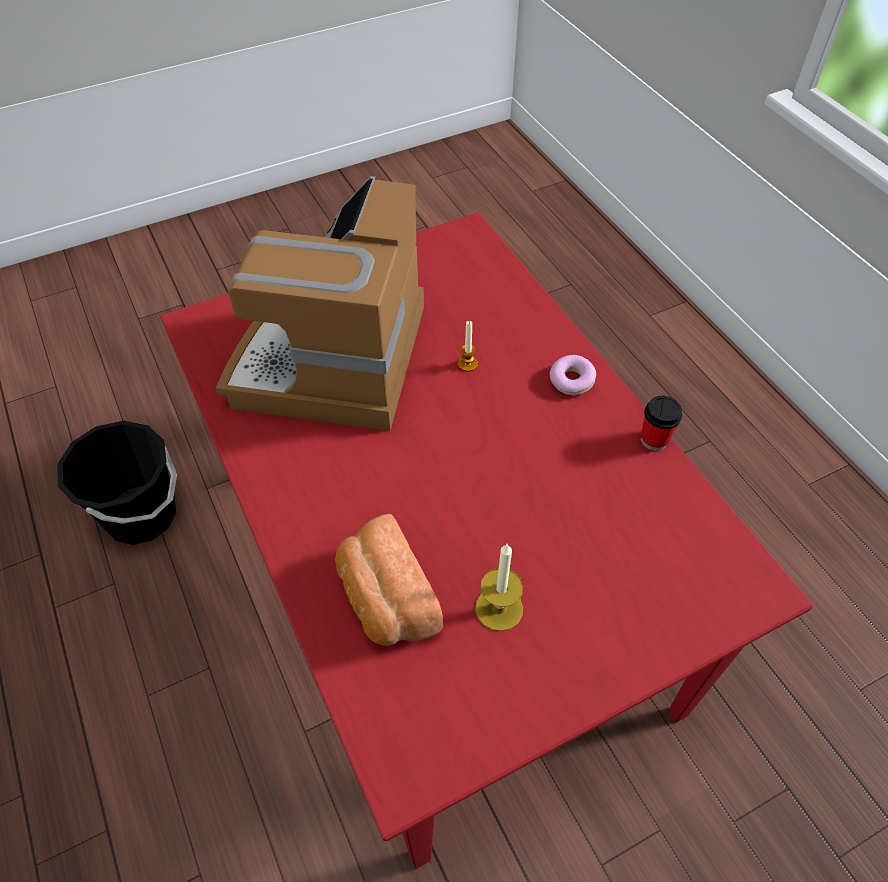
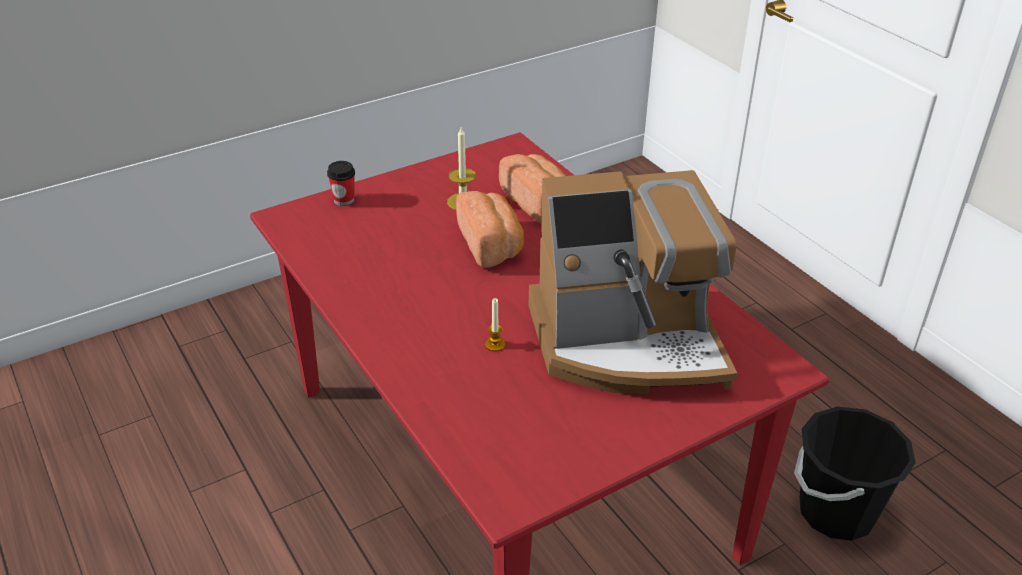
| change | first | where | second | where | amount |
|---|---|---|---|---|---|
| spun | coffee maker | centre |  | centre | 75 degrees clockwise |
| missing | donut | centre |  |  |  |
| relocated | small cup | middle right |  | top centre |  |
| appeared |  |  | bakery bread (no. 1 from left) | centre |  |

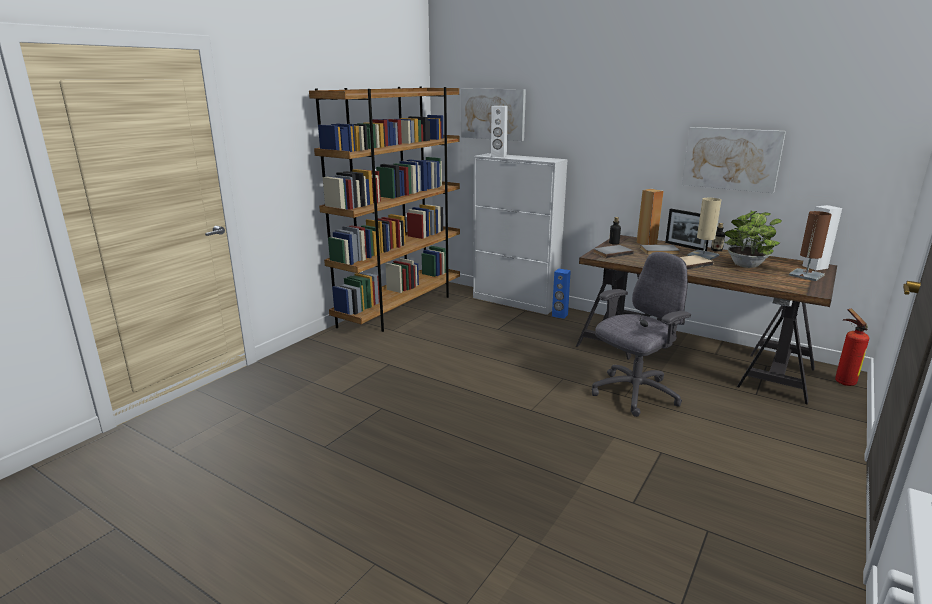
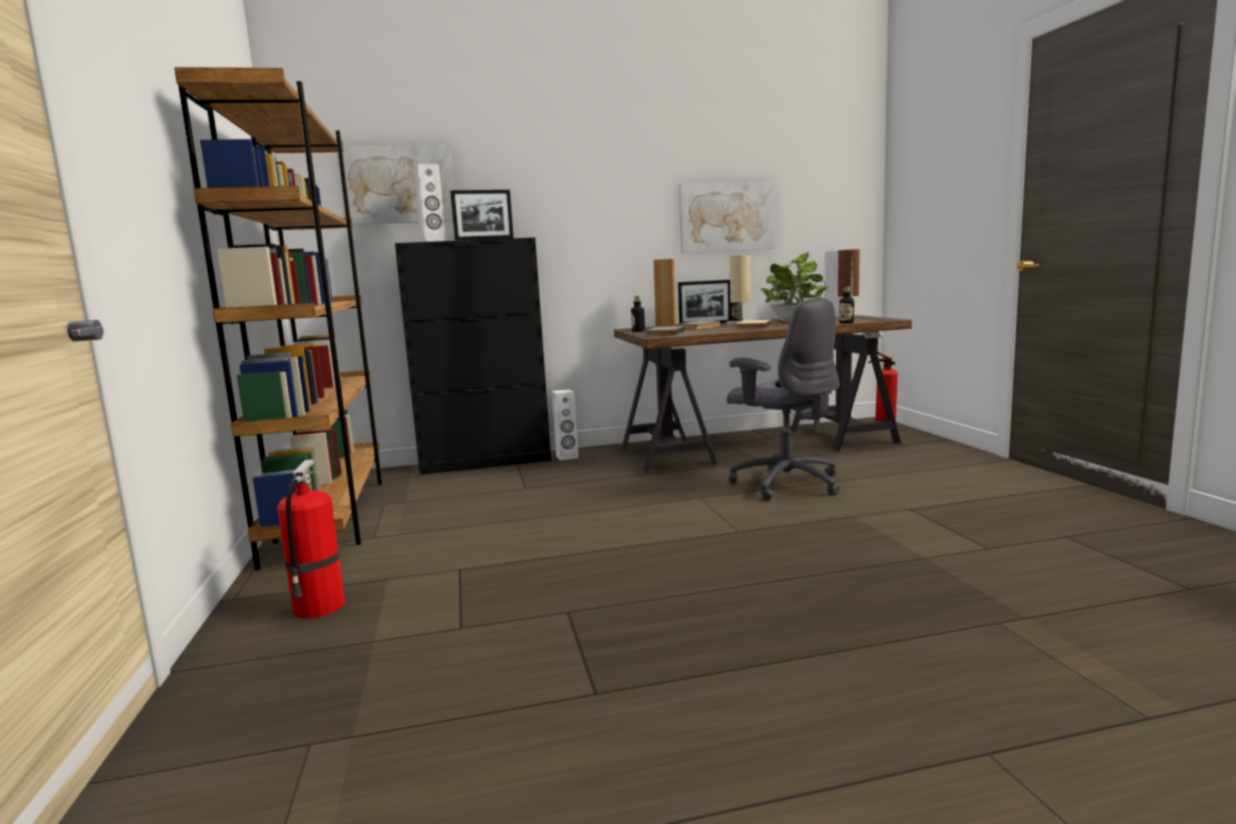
| change | first | where | second | where | amount |
|---|---|---|---|---|---|
| colour | storage cabinet in whitish | centre | storage cabinet in blackish | centre |  |
| spun | computer chair in greyish | middle right |  | centre | 135 degrees clockwise |
| colour | speaker in blue | centre | speaker in whitish (no. 2 from left) | centre |  |
| appeared |  |  | standing frame (no. 1 from left) | top centre |  |
| appeared |  |  | bottle (no. 3 from left) | middle right |  |
| appeared |  |  | fire extinguisher (no. 1 from left) | middle left |  |

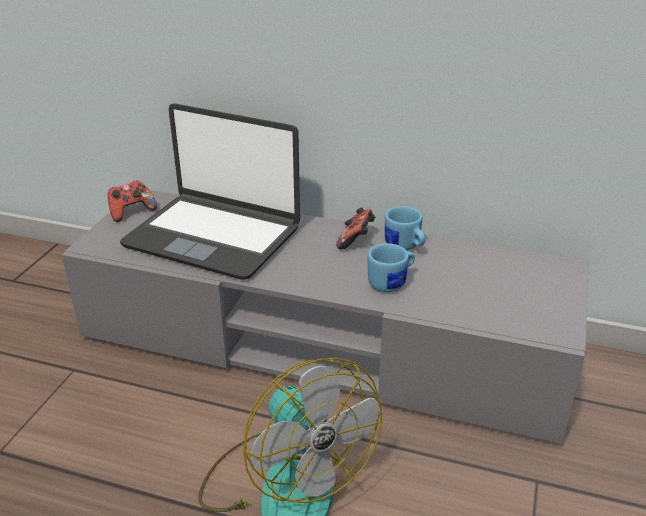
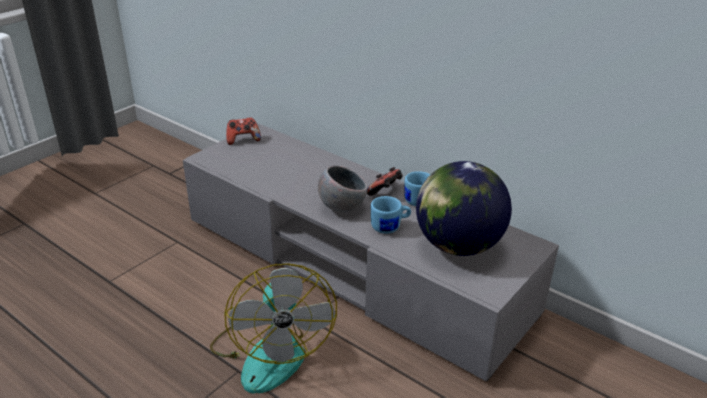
| change | first | where | second | where | amount |
|---|---|---|---|---|---|
| missing | laptop | middle left |  |  |  |
| appeared |  |  | desk globe | centre |  |
| appeared |  |  | serving bowl in greyish | centre |  |

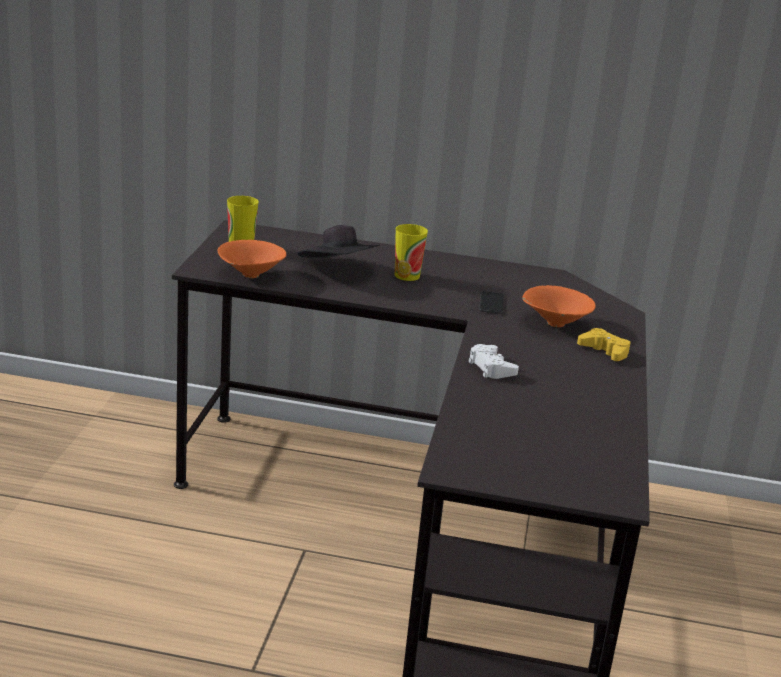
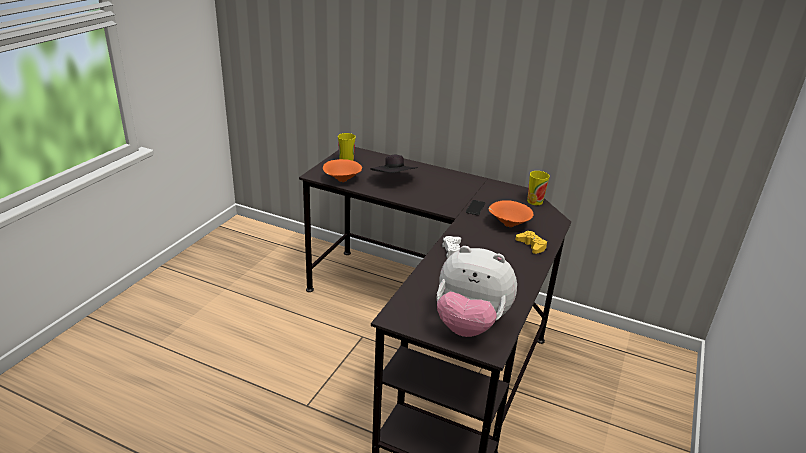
| change | first | where | second | where | amount |
|---|---|---|---|---|---|
| relocated | small cup (no. 2 from left) | centre |  | middle right |  |
| appeared |  |  | soft toy | centre |  |

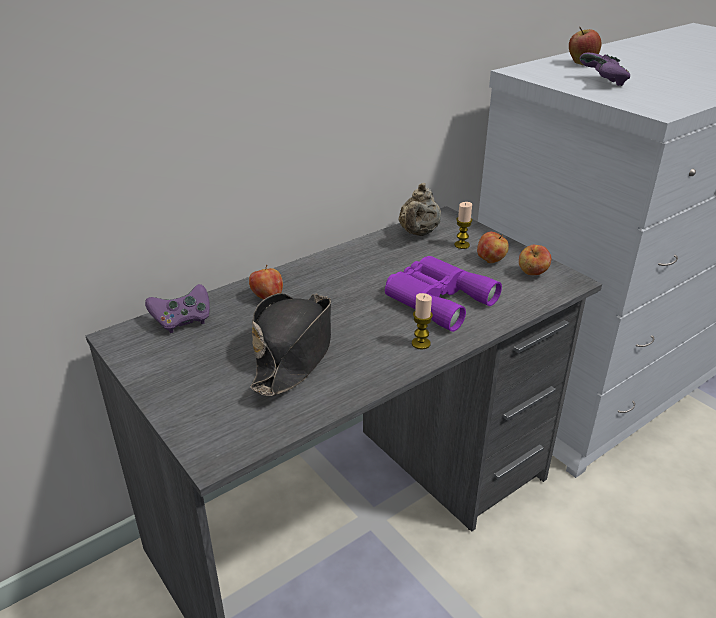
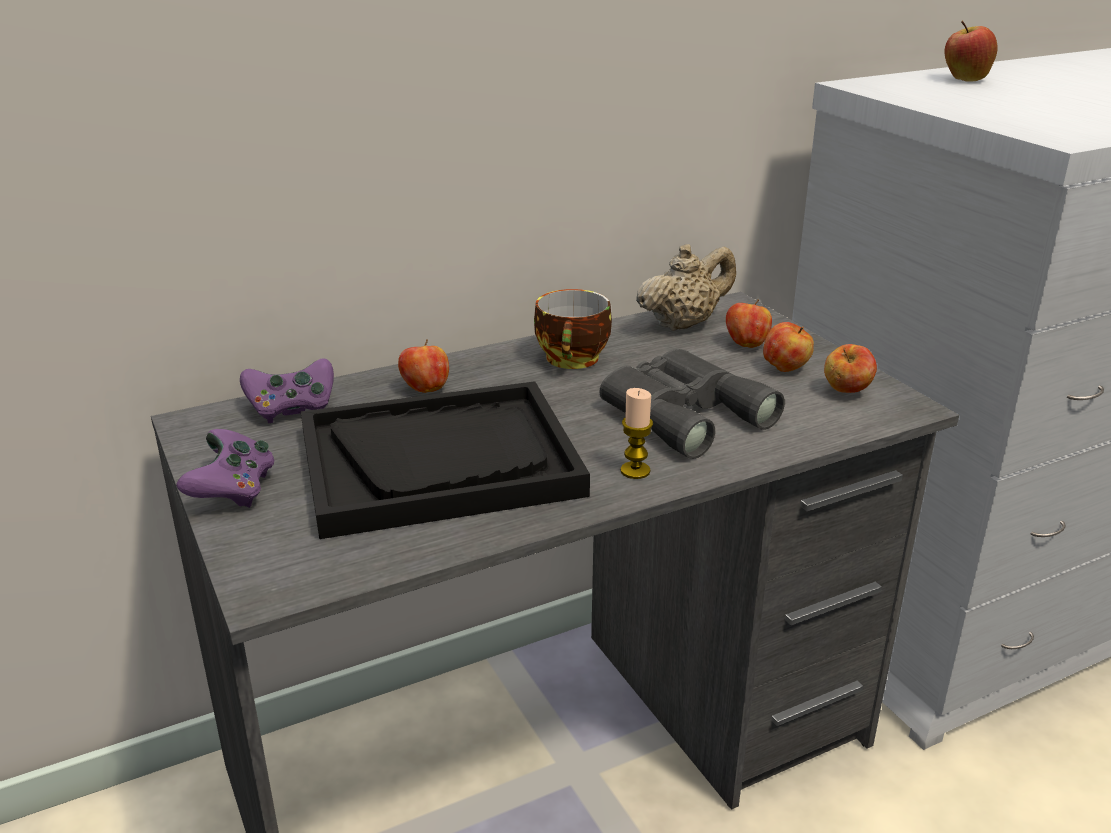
| change | first | where | second | where | amount |
|---|---|---|---|---|---|
| relocated | joypad in purple-coloured (no. 2 from left in the first image) | top right | joypad in purple-coloured (no. 1 from left) | middle left |  |
| spun | pot for tea in sand-coloured | centre |  | centre | 150 degrees counterclockwise |
| exchanged | wax light (no. 2 from left) | centre | whole apple (no. 2 from left) | middle right |  |
| colour | field glasses in purple-coloured | centre | field glasses in greyish | centre |  |
| exchanged | hat in blackish | centre | tray in blackish | centre |  |
| appeared |  |  | small cup | centre |  |

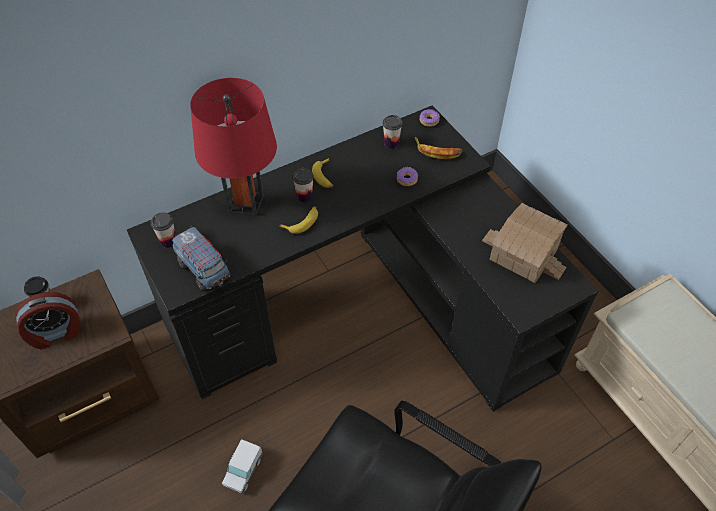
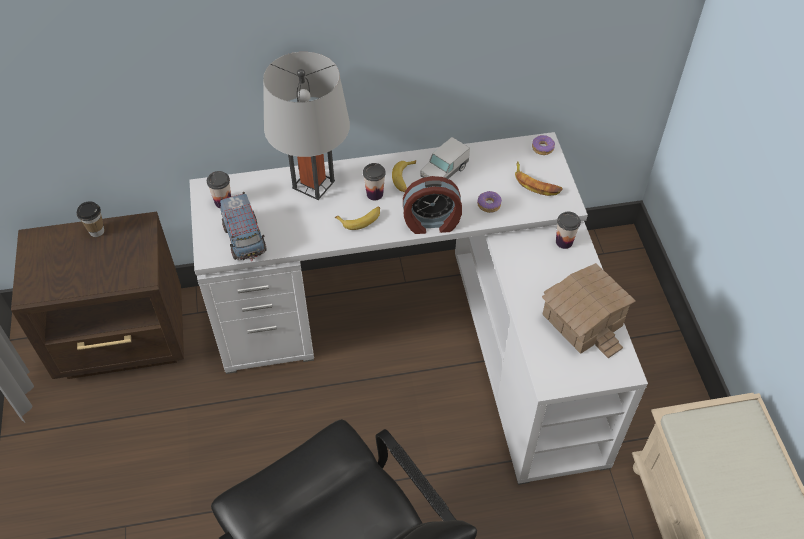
| change | first | where | second | where | amount |
|---|---|---|---|---|---|
| colour | lamp for a table in reddish | top left | lamp for a table in greyish | top centre |  |
| colour | desk table in blackish | centre | desk table in whitish | centre |  |
| relocated | small cup (no. 4 from left) | top centre |  | middle right |  |
| relocated | table clock | middle left |  | centre |  |
| relocated | model truck (no. 2 from left) | bottom centre |  | top centre |  |

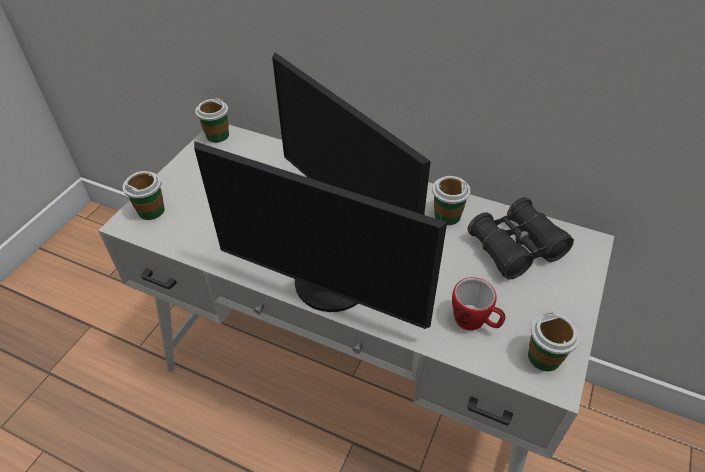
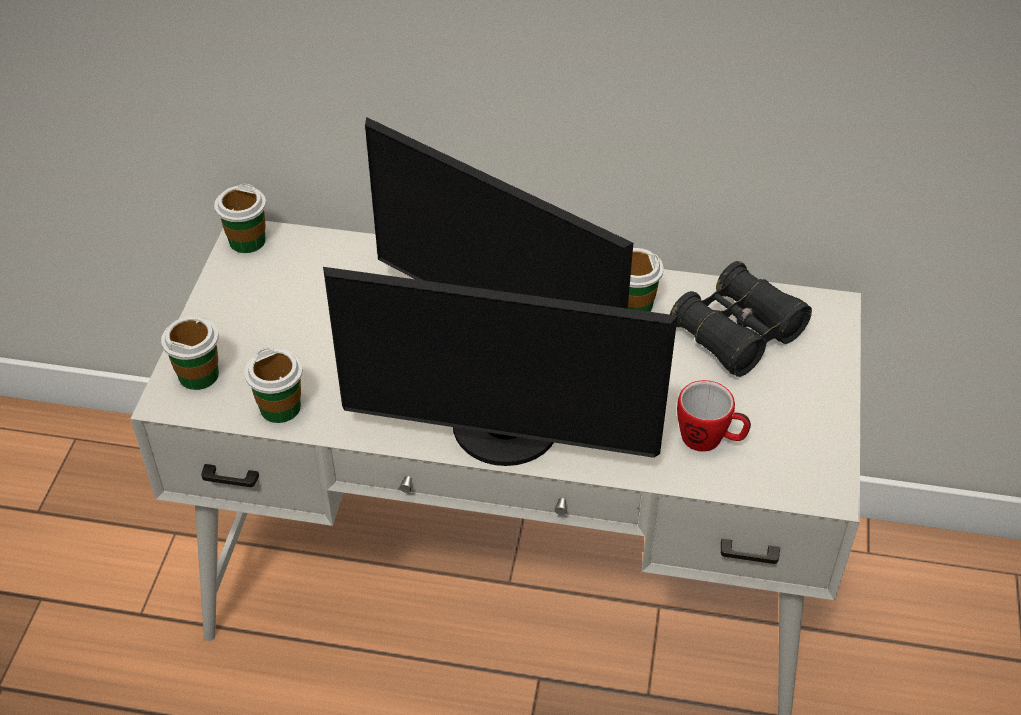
| change | first | where | second | where | amount |
|---|---|---|---|---|---|
| relocated | small cup (no. 4 from left in the first image) | bottom right | small cup (no. 3 from left) | middle left |  |

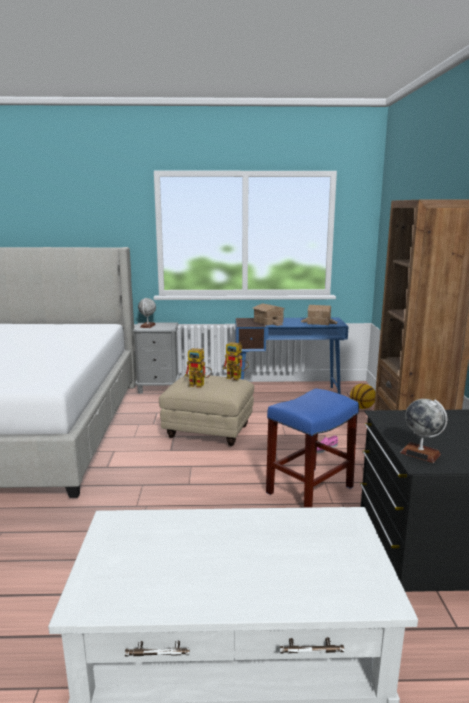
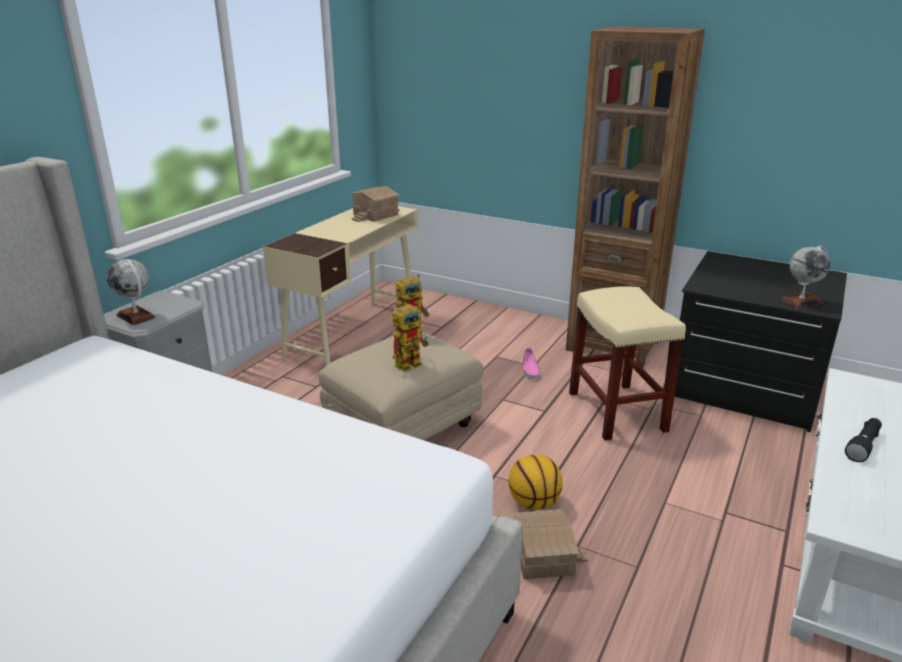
| change | first | where | second | where | amount |
|---|---|---|---|---|---|
| relocated | miniature house (no. 1 from left in the first image) | centre | miniature house (no. 2 from left) | bottom centre |  |
| colour | desk table in blue | centre | desk table in sand-coloured | centre |  |
| relocated | basketball ball | middle right |  | bottom centre |  |
| colour | sitting stool in blue | centre | sitting stool in sand-coloured | middle right |  |
| appeared |  |  | torch in blackish | middle right |  |

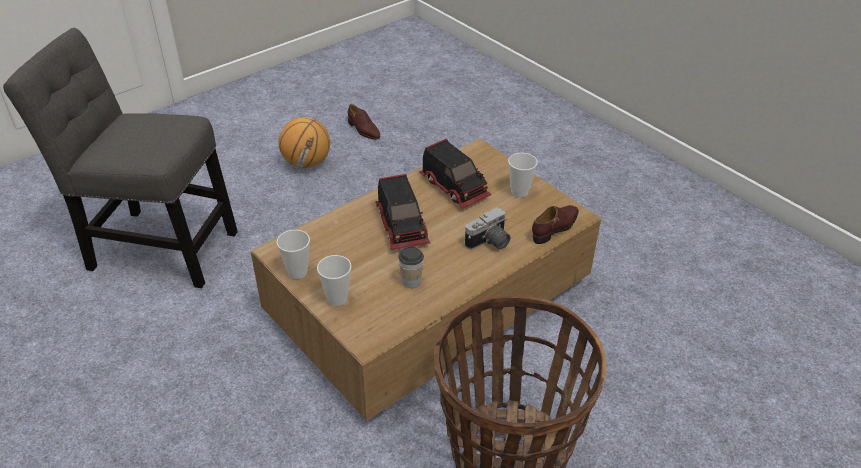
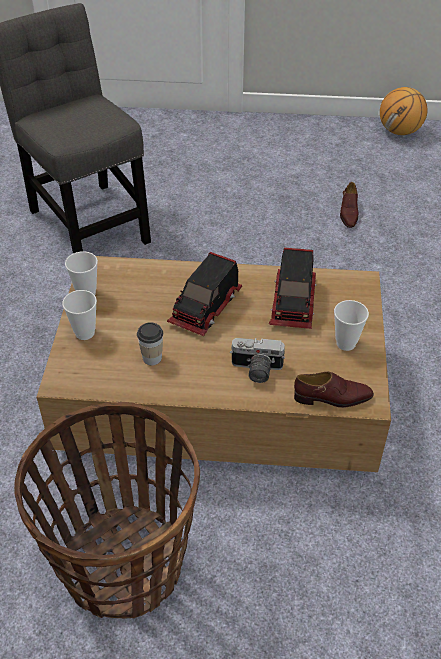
| change | first | where | second | where | amount |
|---|---|---|---|---|---|
| relocated | basketball ball | top centre |  | top right |  |

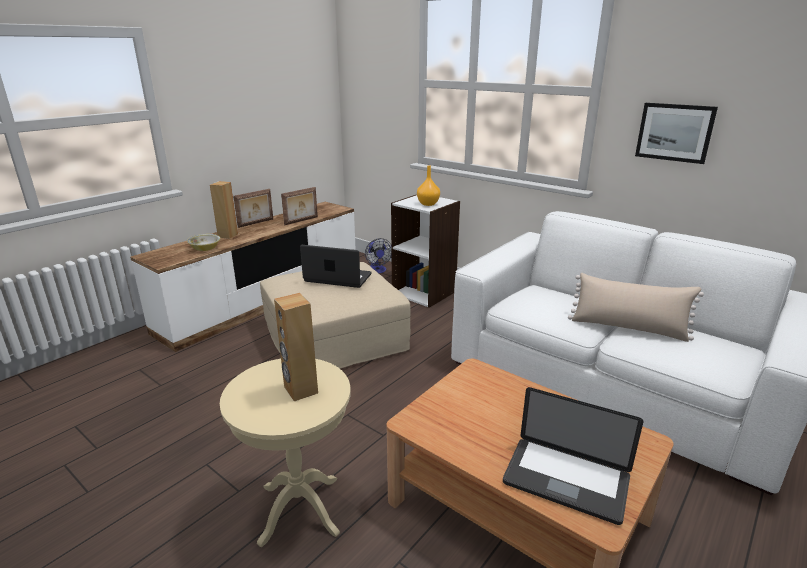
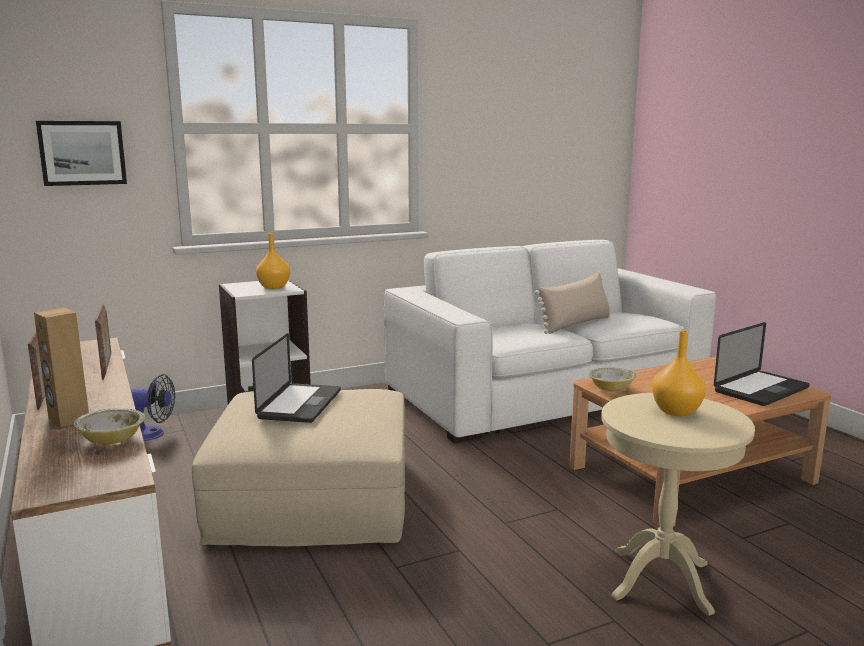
| change | first | where | second | where | amount |
|---|---|---|---|---|---|
| relocated | picture | top right |  | top left |  |
| spun | laptop (no. 1 from left) | centre |  | centre | 150 degrees clockwise |
| exchanged | speaker in brownish (no. 2 from left) | centre | flower vase in orange-coloured (no. 2 from left) | middle right |  |
| appeared |  |  | serving bowl (no. 2 from left) | middle right |  |

